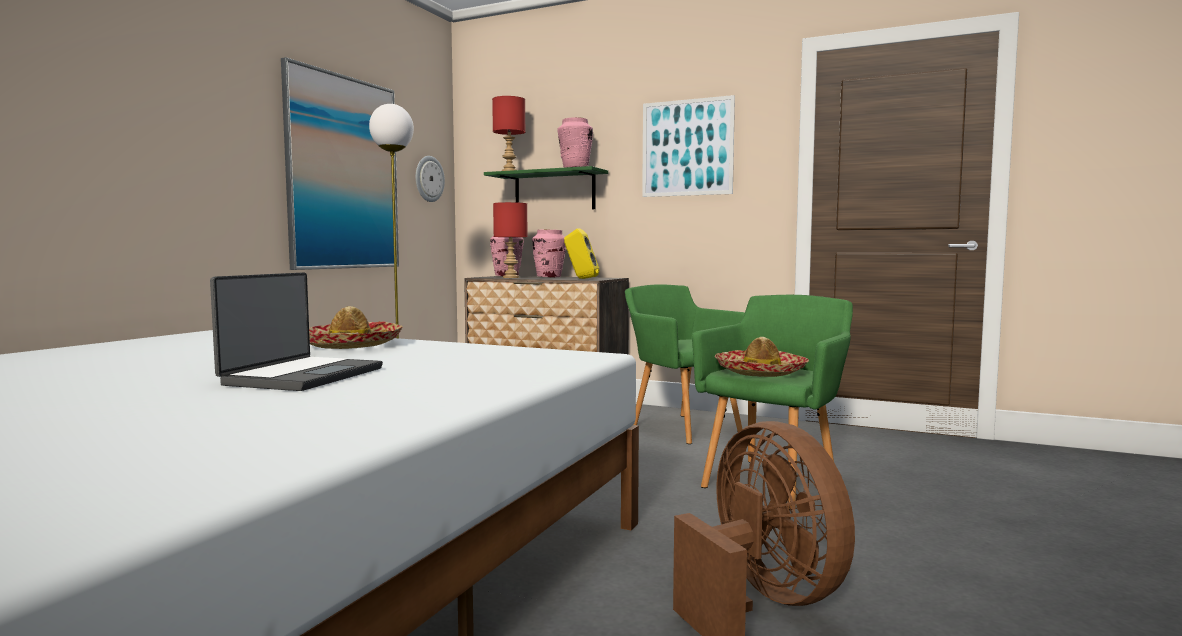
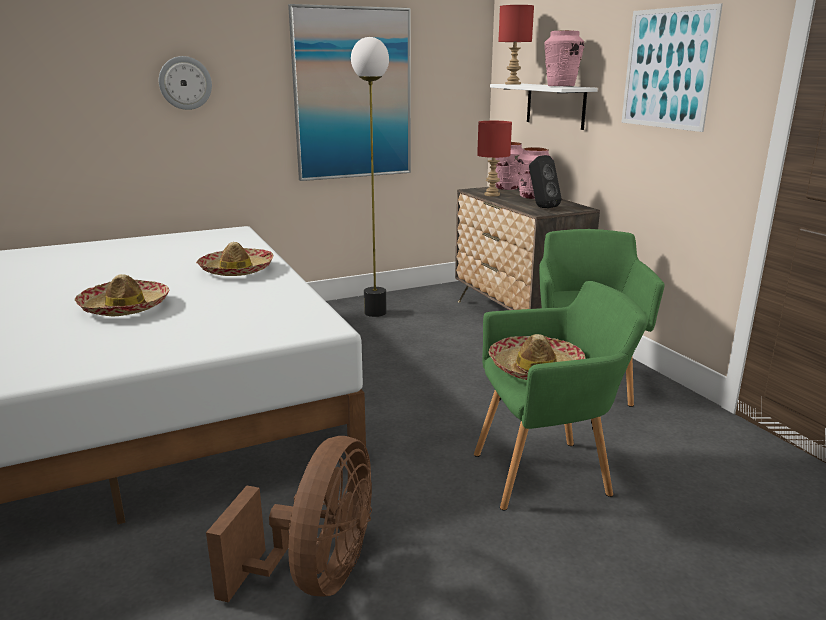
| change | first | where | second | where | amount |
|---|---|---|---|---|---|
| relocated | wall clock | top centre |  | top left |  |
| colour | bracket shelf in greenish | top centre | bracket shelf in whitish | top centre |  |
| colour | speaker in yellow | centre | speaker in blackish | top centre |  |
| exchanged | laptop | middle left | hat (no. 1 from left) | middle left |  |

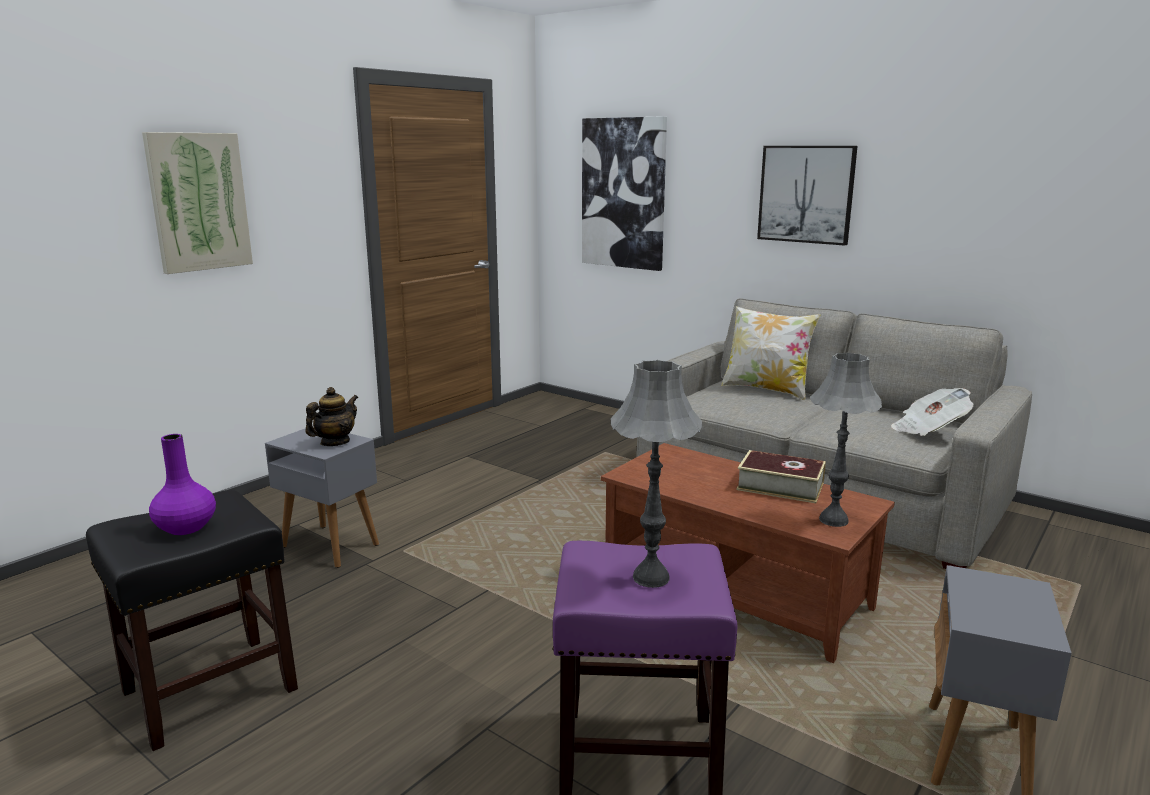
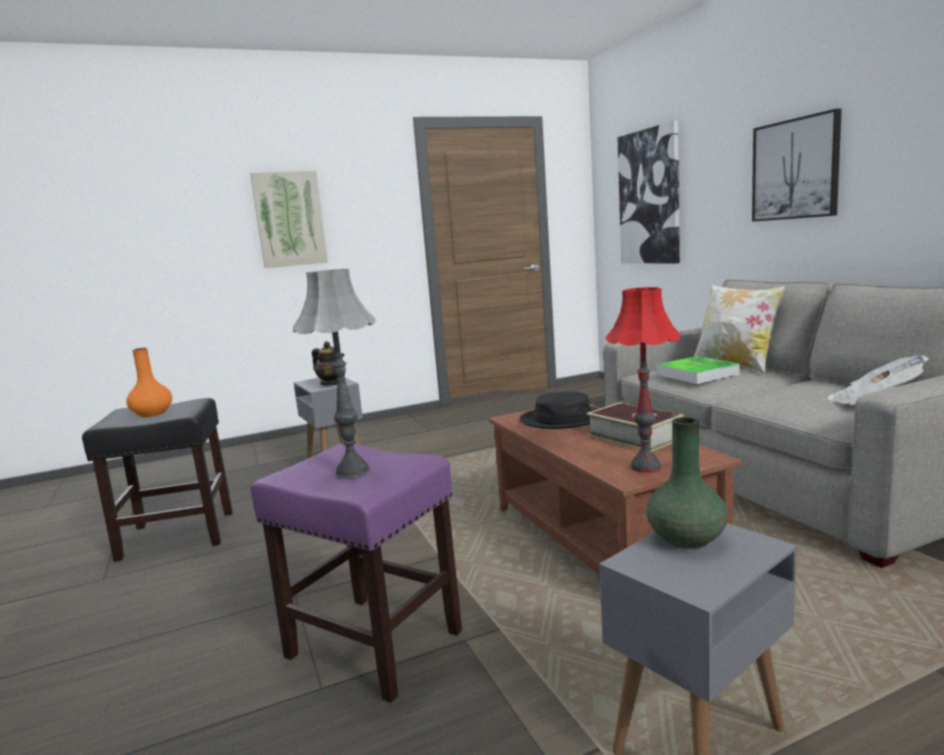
| change | first | where | second | where | amount |
|---|---|---|---|---|---|
| colour | lamp for a table in greyish (no. 2 from left) | middle right | lamp for a table in reddish | middle right |  |
| spun | pot for tea | middle left |  | centre | 60 degrees clockwise |
| colour | flower vase in purple-coloured | middle left | flower vase in orange-coloured | middle left |  |
| appeared |  |  | tray | middle right |  |
| appeared |  |  | hat in blackish | centre |  |
| appeared |  |  | flower vase in greenish | middle right |  |

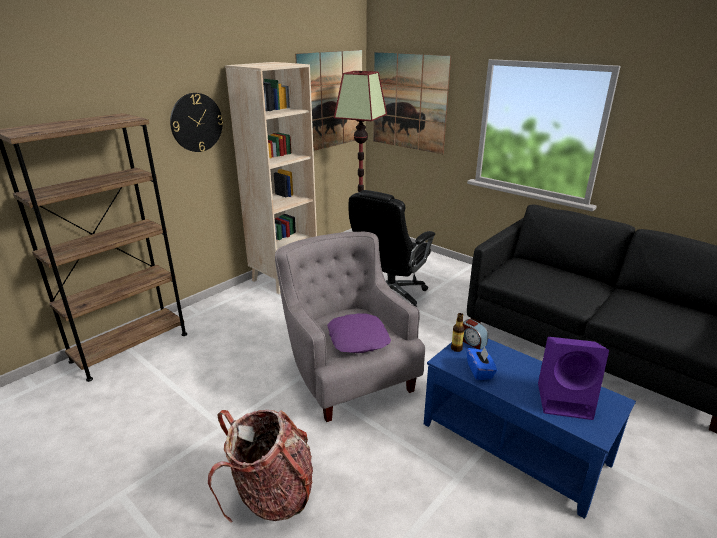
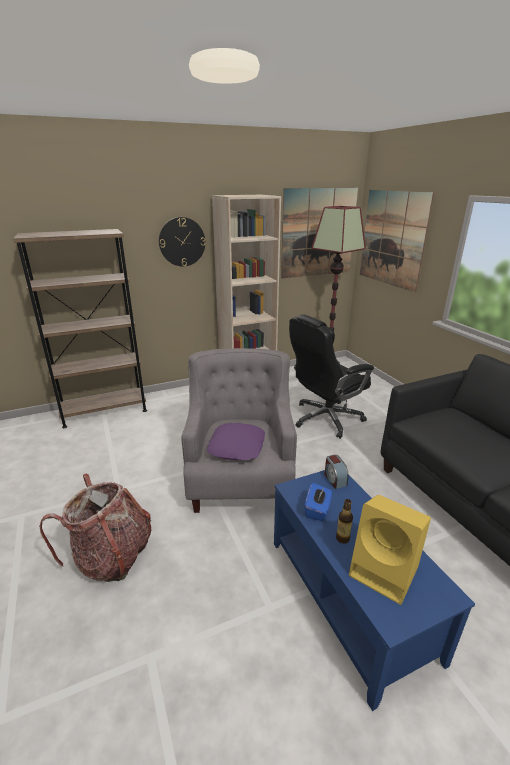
| change | first | where | second | where | amount |
|---|---|---|---|---|---|
| relocated | bottle | centre |  | bottom right |  |
| colour | speaker in purple-coloured | bottom right | speaker in yellow | bottom right |  |

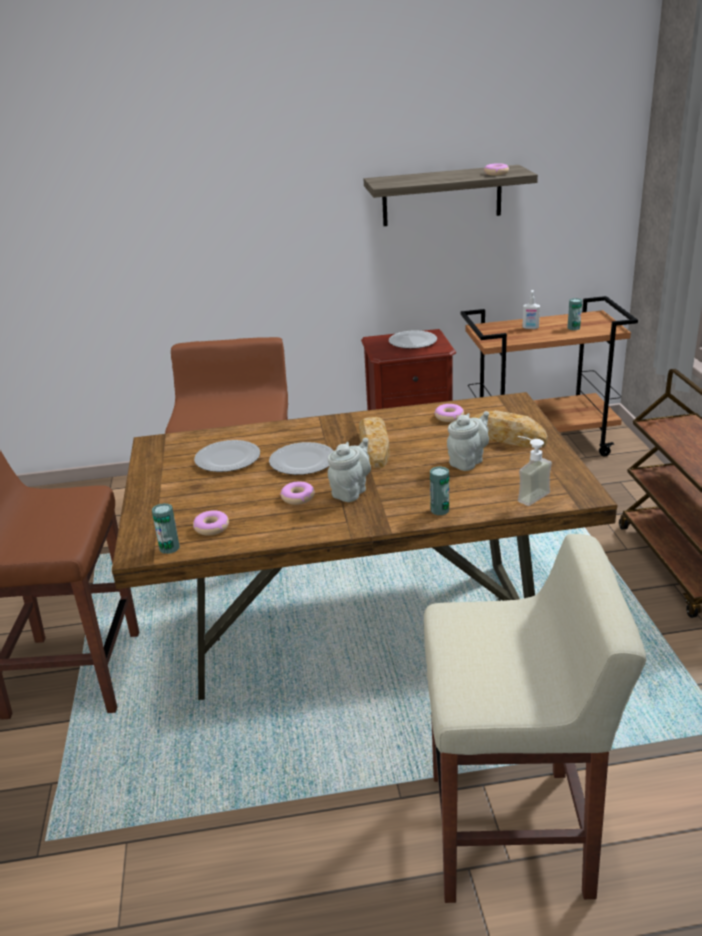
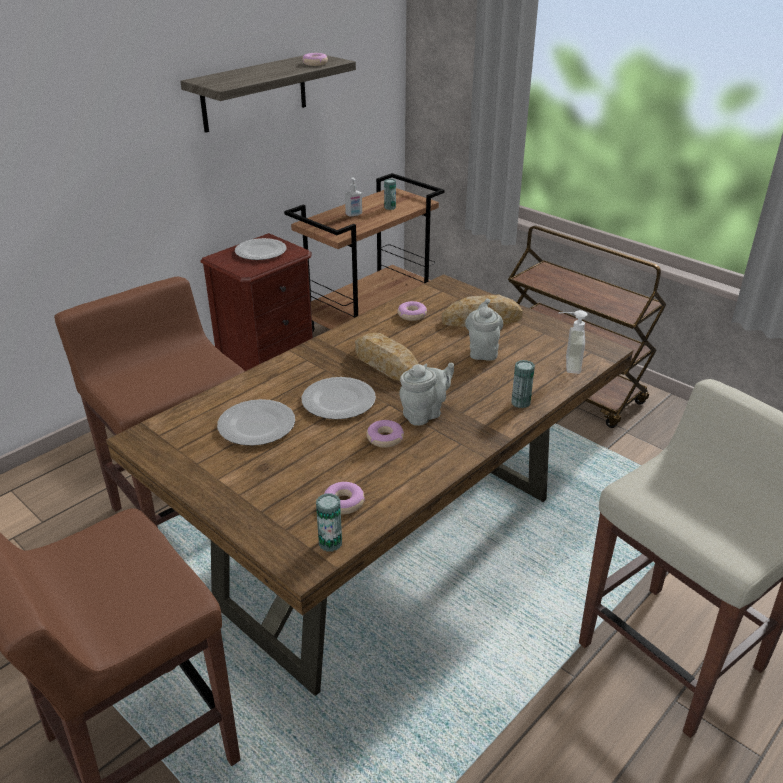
| change | first | where | second | where | amount |
|---|---|---|---|---|---|
| spun | pot for tea in greyish (no. 1 from left) | centre |  | centre | 60 degrees clockwise |

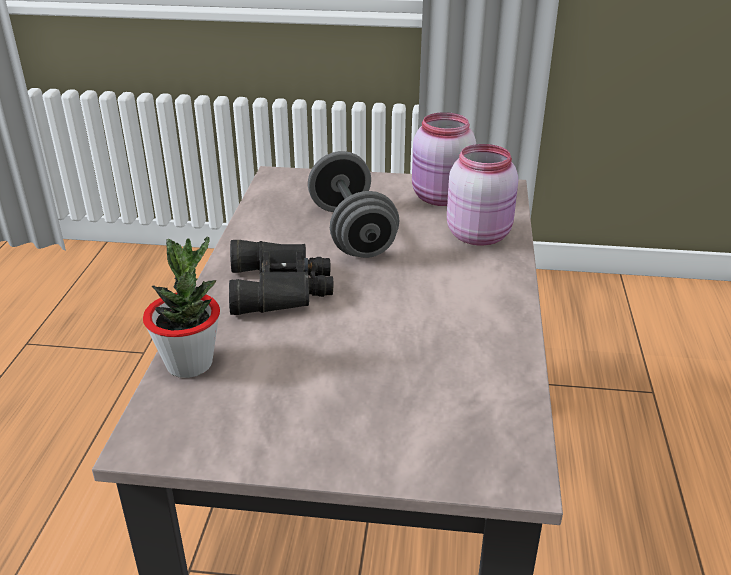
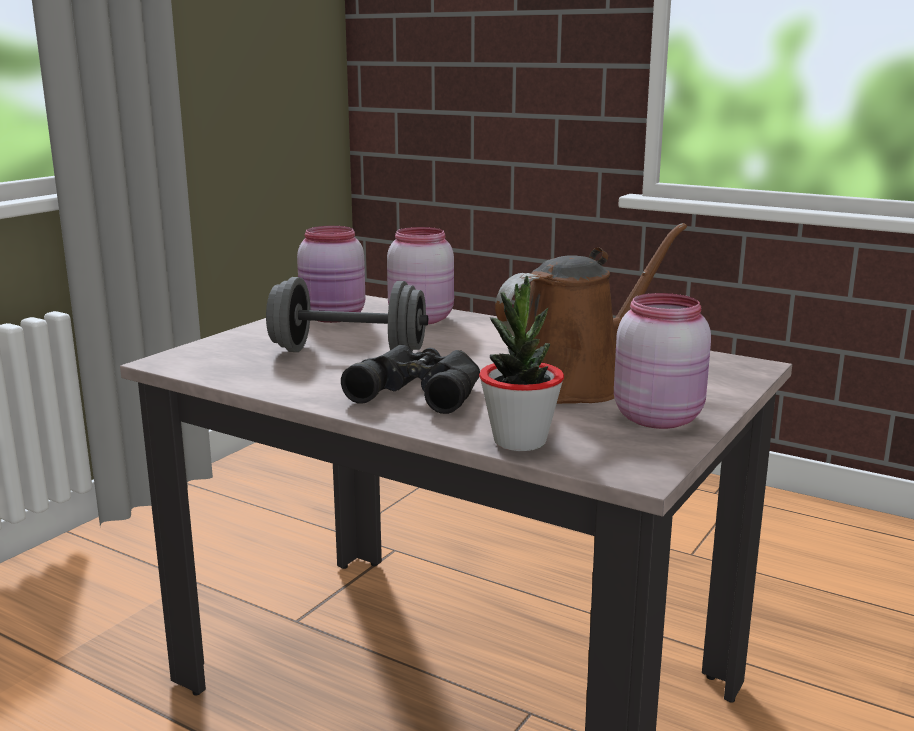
| change | first | where | second | where | amount |
|---|---|---|---|---|---|
| appeared |  |  | watering pot in brownish | centre |  |
| appeared |  |  | preserve jar in pink-coloured (no. 3 from left) | middle right |  |

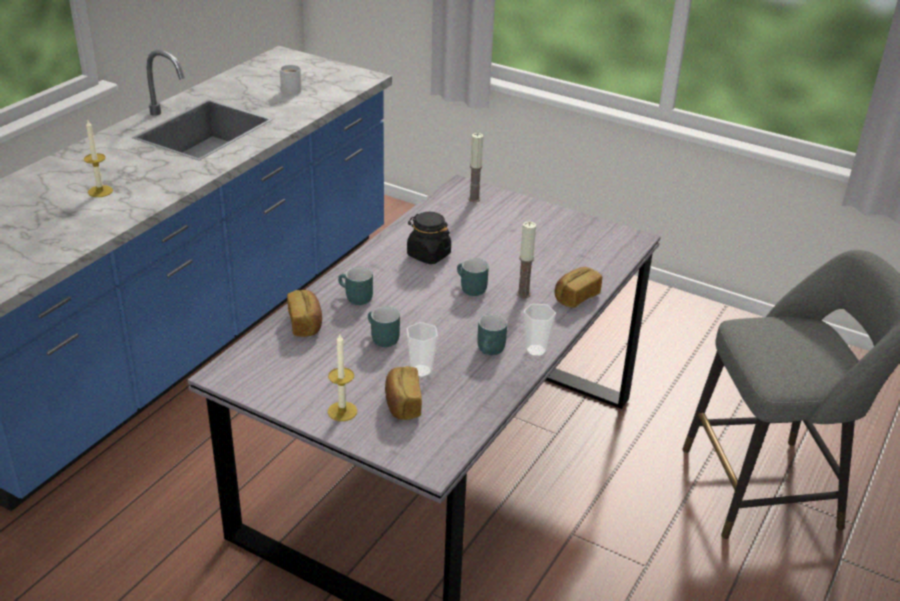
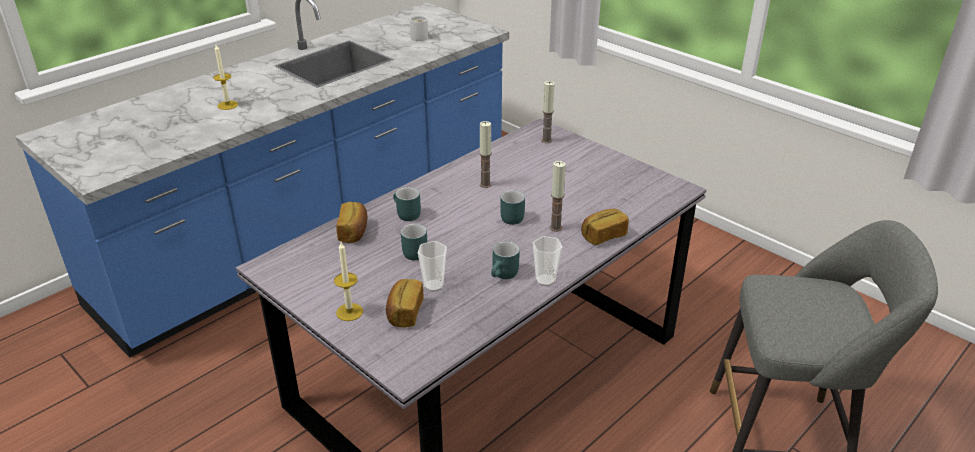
| change | first | where | second | where | amount |
|---|---|---|---|---|---|
| exchanged | preserve jar in blackish | centre | wax light (no. 3 from left) | centre |  |

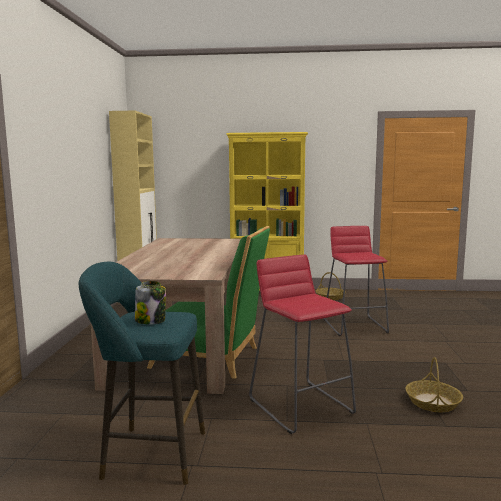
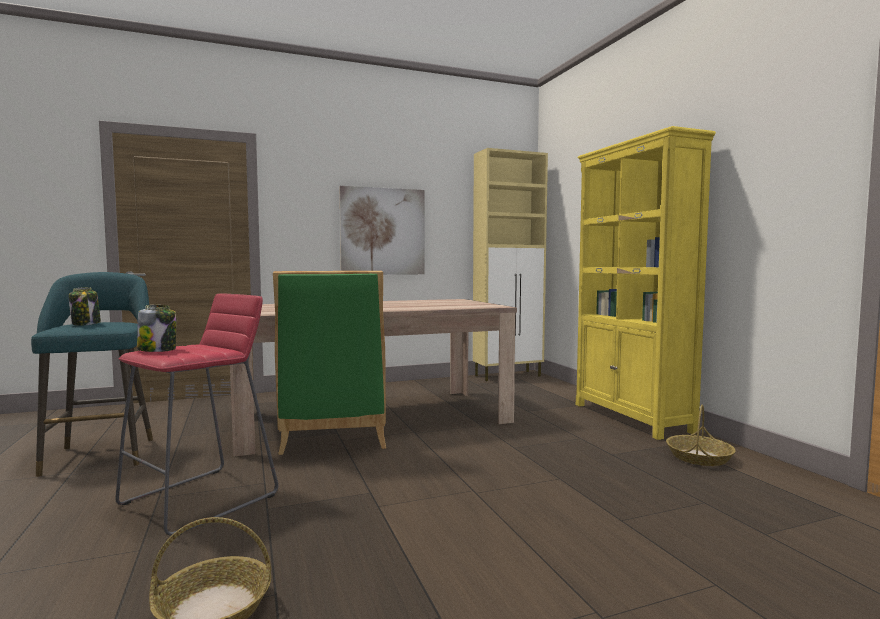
| change | first | where | second | where | amount |
|---|---|---|---|---|---|
| missing | sitting stool in reddish (no. 2 from left) | middle right |  |  |  |
| appeared |  |  | picture | centre |  |
| appeared |  |  | preserve jar (no. 2 from left) | middle left |  |

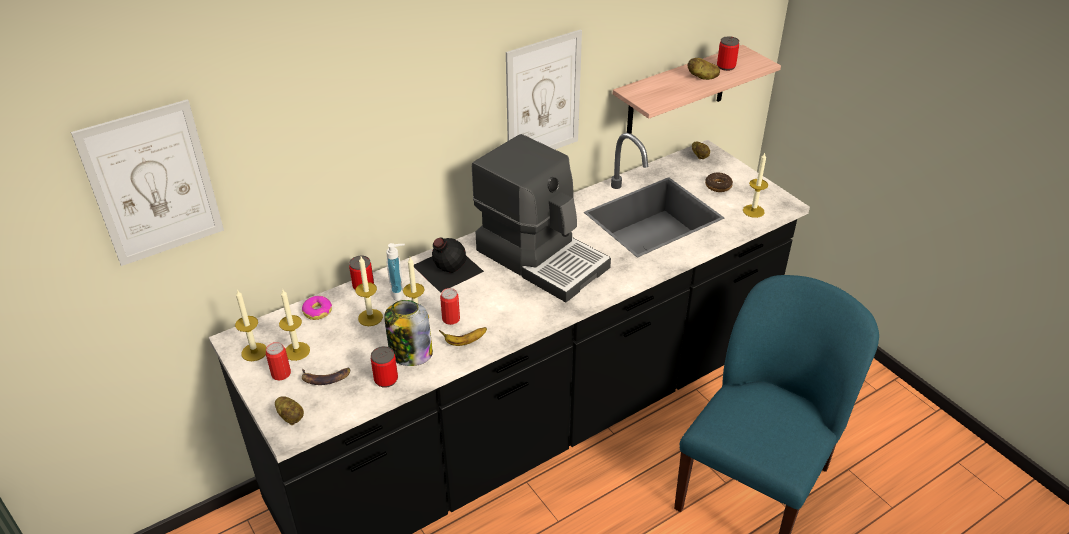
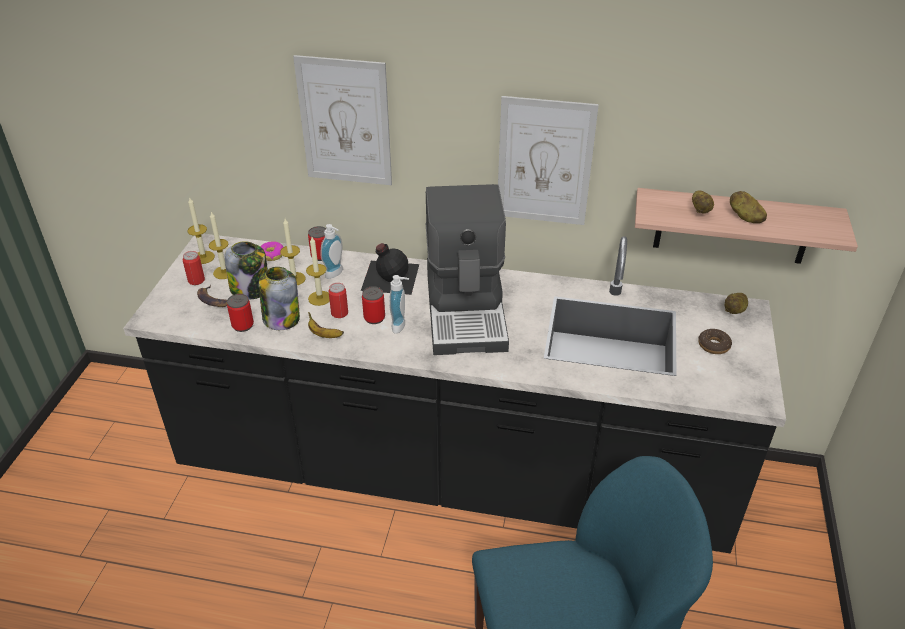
| change | first | where | second | where | amount |
|---|---|---|---|---|---|
| relocated | sealed can (no. 5 from left) | top right |  | centre |  |
| relocated | picture (no. 1 from left) | middle left |  | top centre |  |
| missing | wax light (no. 5 from left) | middle right |  |  |  |
| relocated | spud (no. 1 from left) | bottom left |  | top right |  |
| appeared |  |  | preserve jar (no. 1 from left) | middle left |  |
| appeared |  |  | soap dispenser (no. 2 from left) | centre |  |

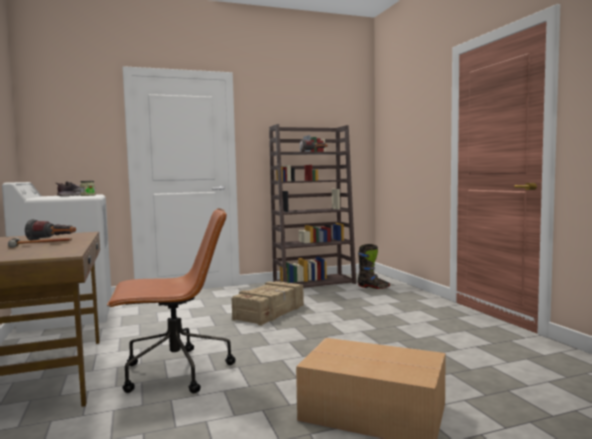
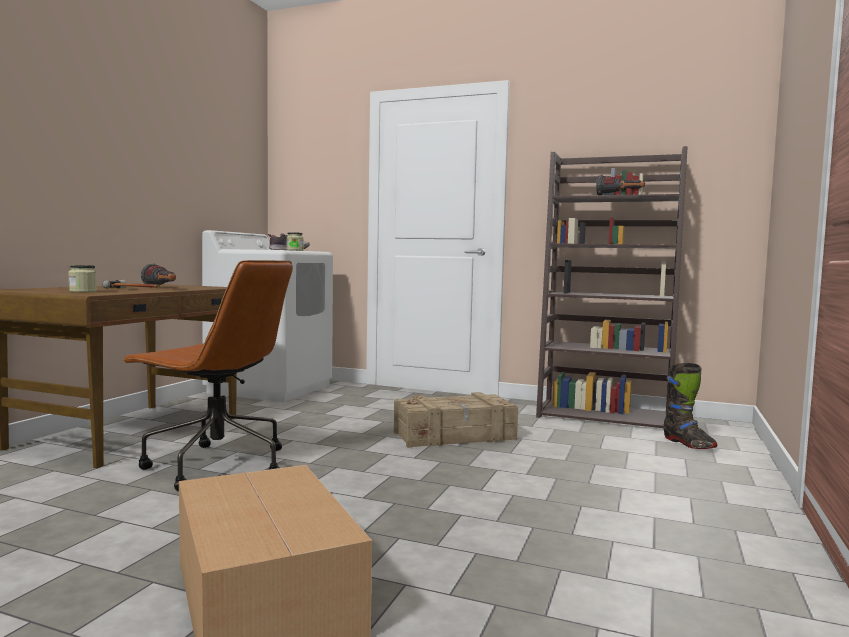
| change | first | where | second | where | amount |
|---|---|---|---|---|---|
| appeared |  |  | preserve jar (no. 1 from left) | middle left |  |

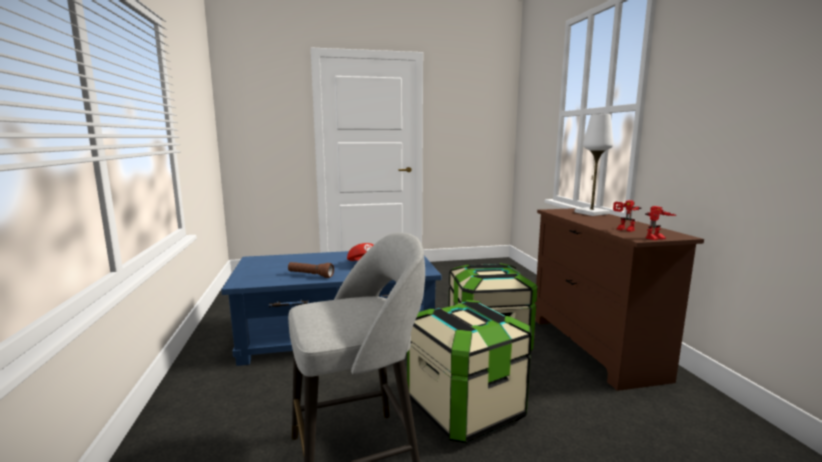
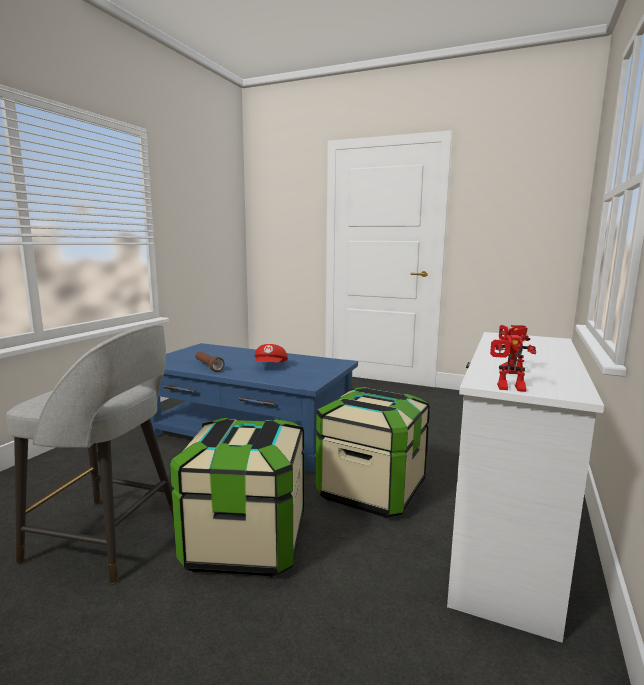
| change | first | where | second | where | amount |
|---|---|---|---|---|---|
| missing | lamp for a table in whitish | middle right |  |  |  |
| colour | drawer chest in brownish | middle right | drawer chest in whitish | bottom right |  |

